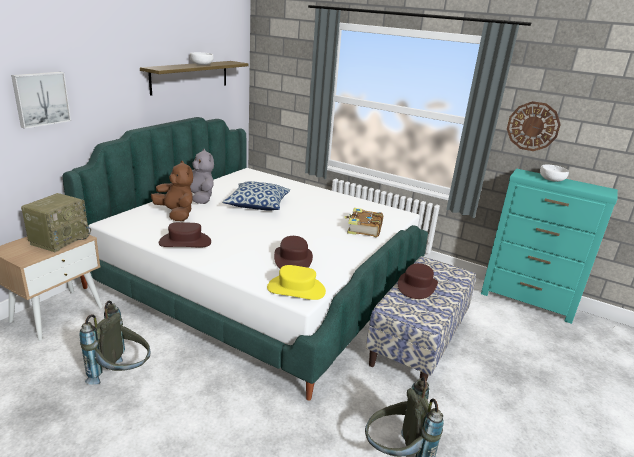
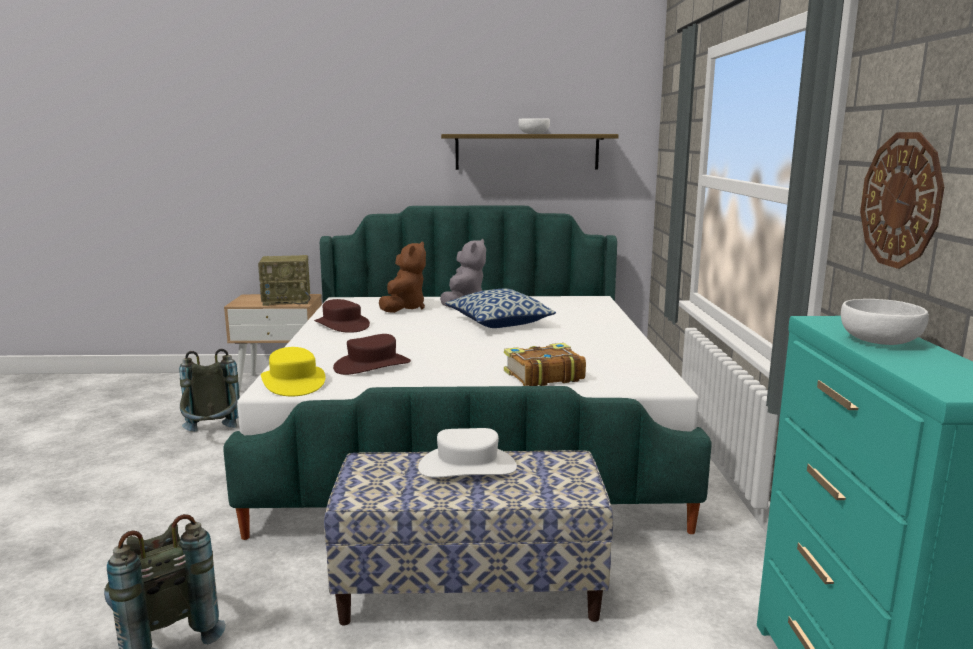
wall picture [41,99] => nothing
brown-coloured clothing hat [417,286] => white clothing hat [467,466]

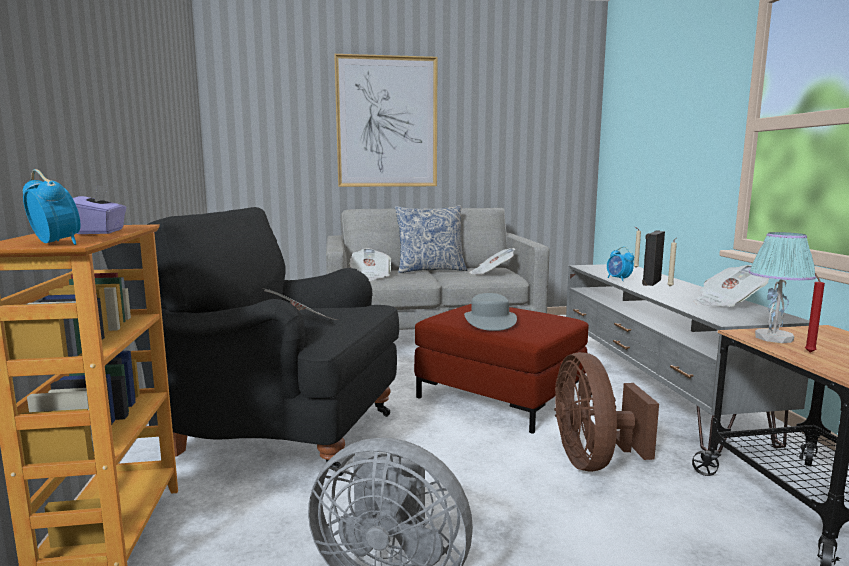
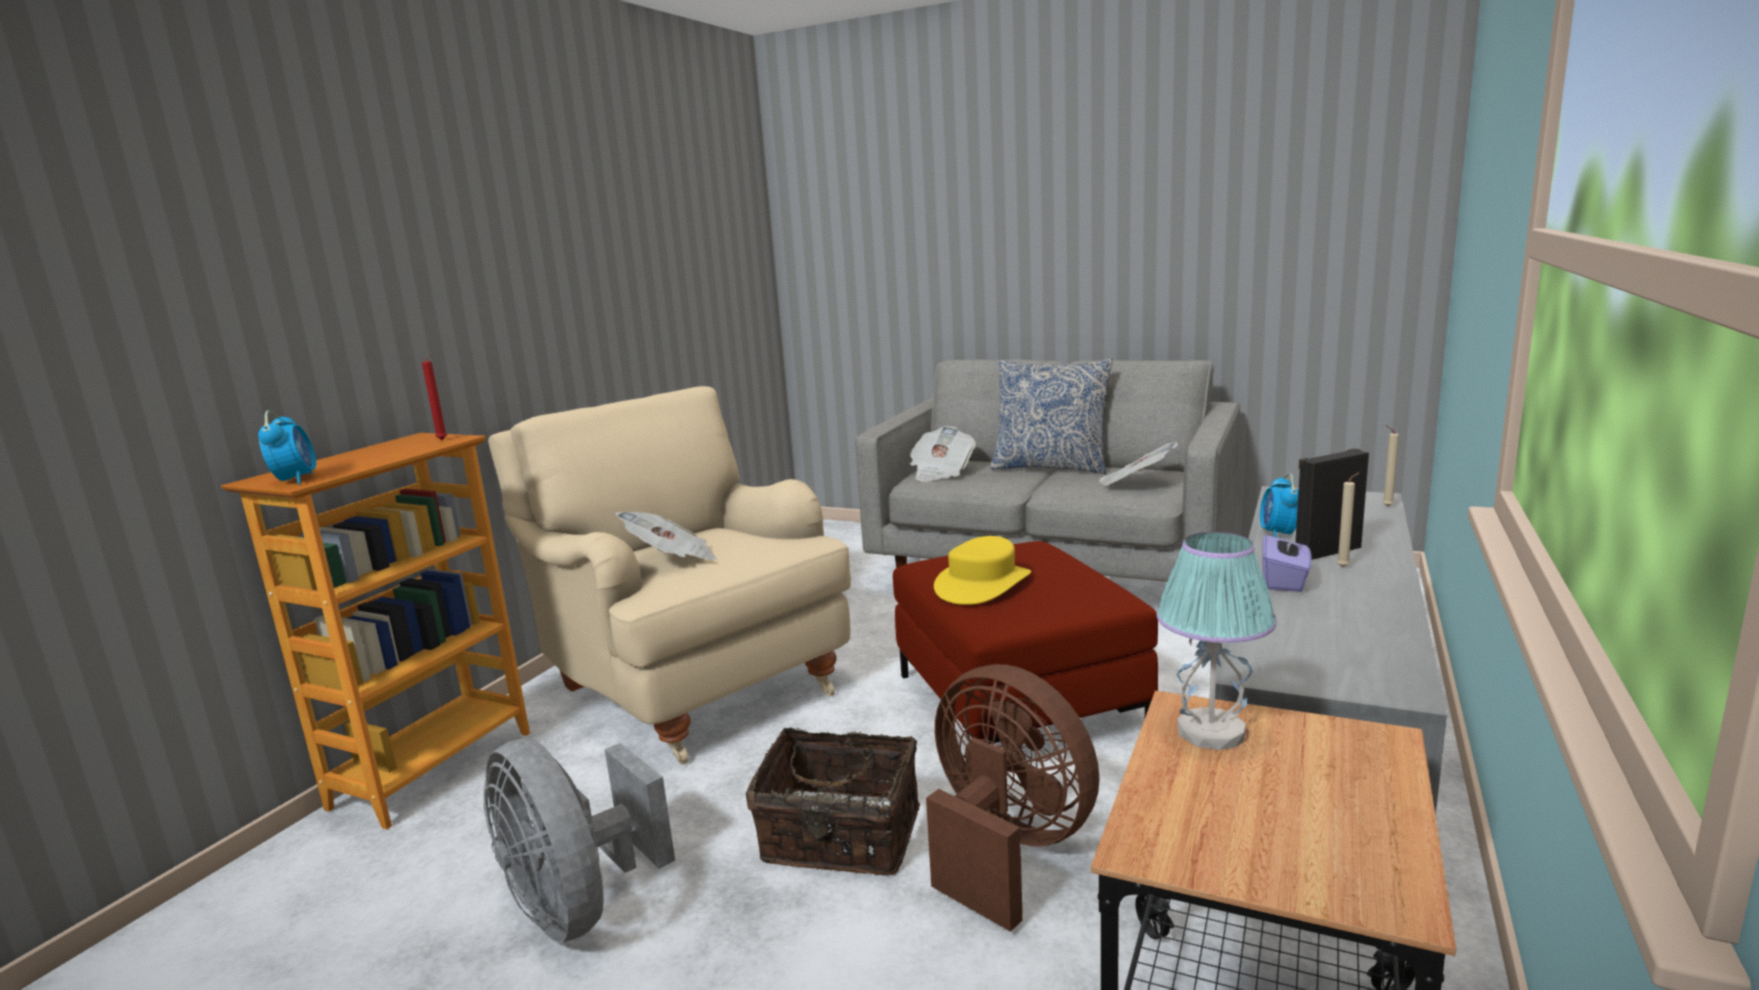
wall picture [387,122] => nothing
purple-coloured tissue box [101,232] => purple-coloured tissue box [1284,581], relocated
black easy chair [275,430] => beige easy chair [690,683]
daily paper [726,303] => nothing
red candle [809,352] => red candle [444,439], relocated
greyish clothing hat [489,321] => yellow-coloured clothing hat [982,584]
brown-coloured fan [593,461] => brown-coloured fan [1005,849], 105 degrees clockwise
nothing => storage basket [840,839]

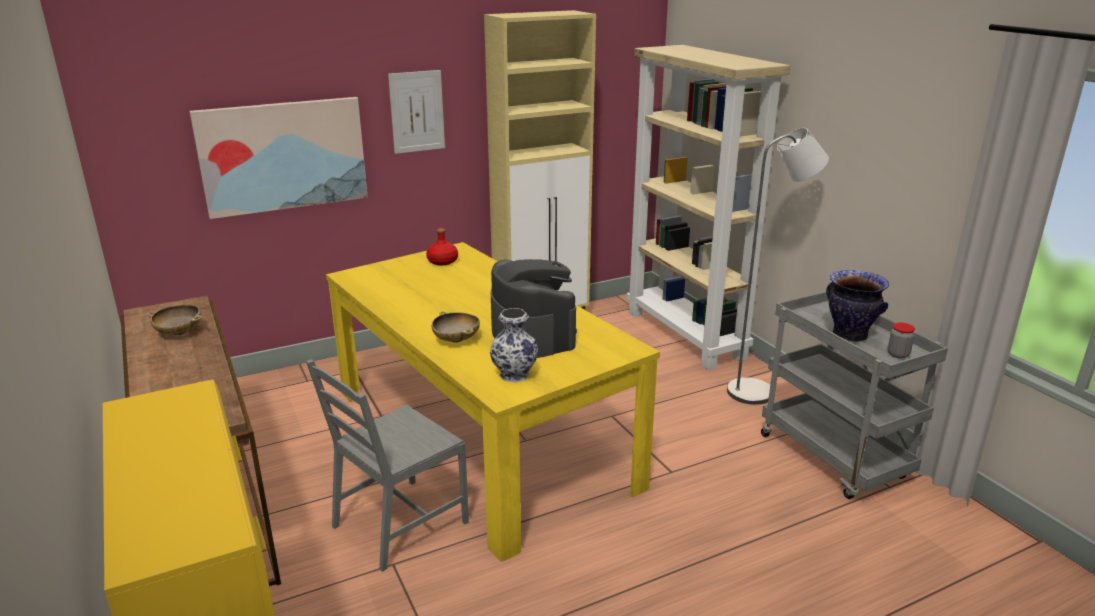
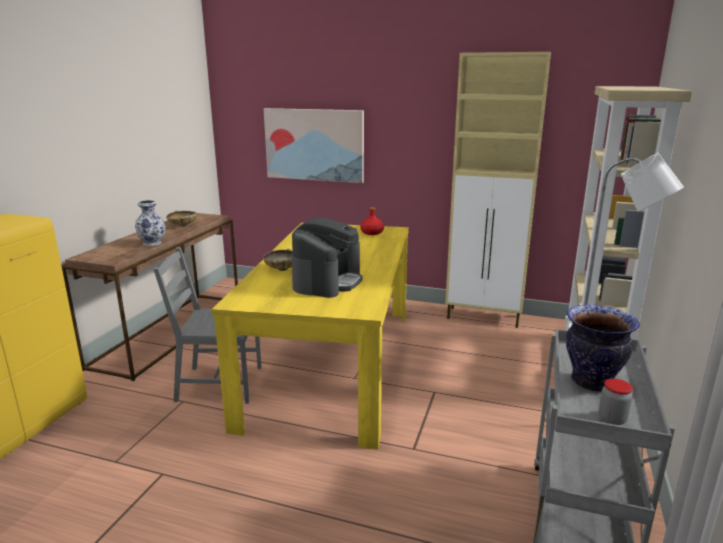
wall picture [417,111] => nothing
decorative vase [514,374] => decorative vase [153,243], relocated

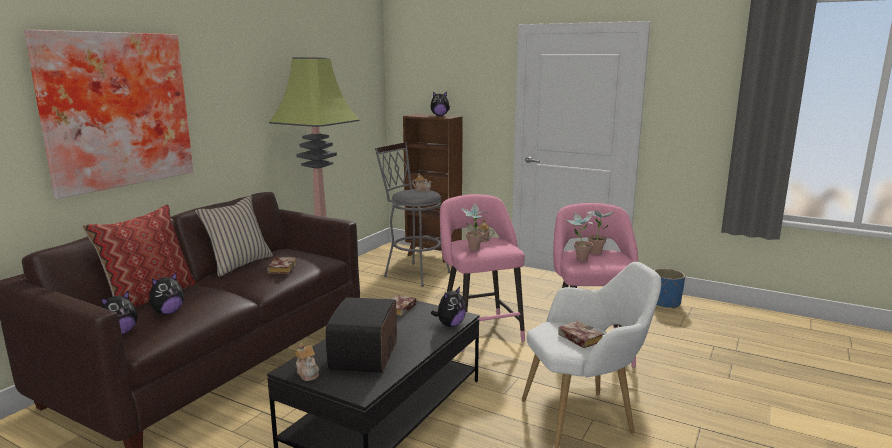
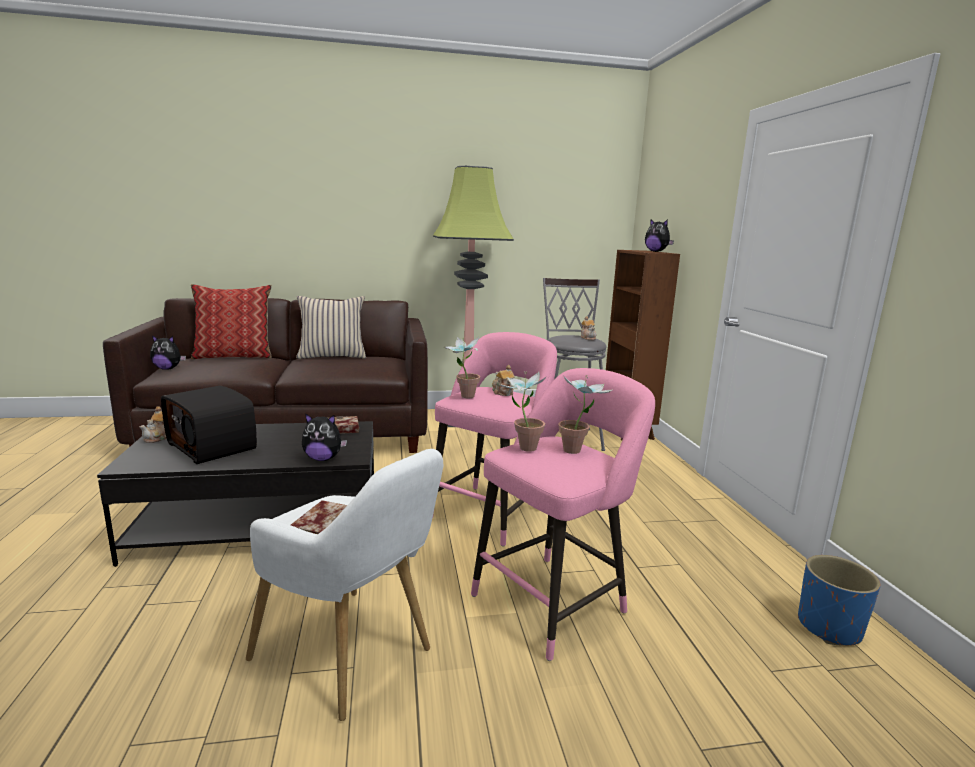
wall picture [115,110] => nothing
volume [281,268] => nothing
soft toy [168,312] => nothing
radio set [366,355] => radio set [214,446], 105 degrees counterclockwise

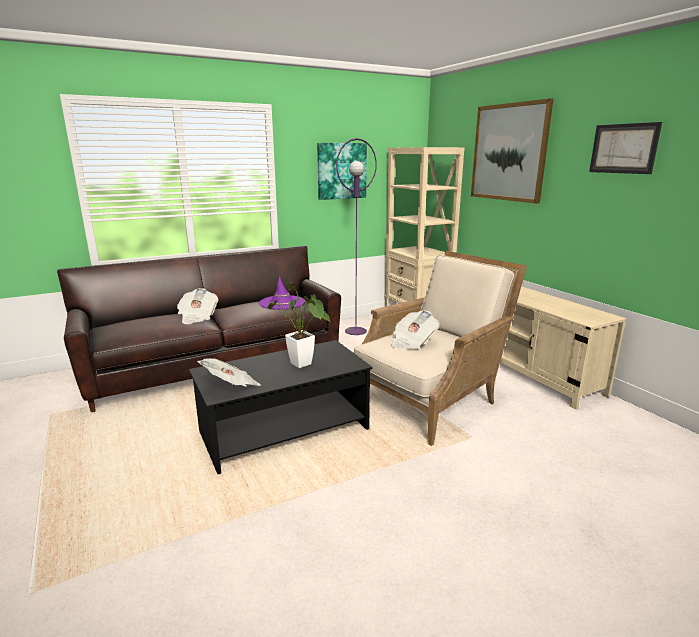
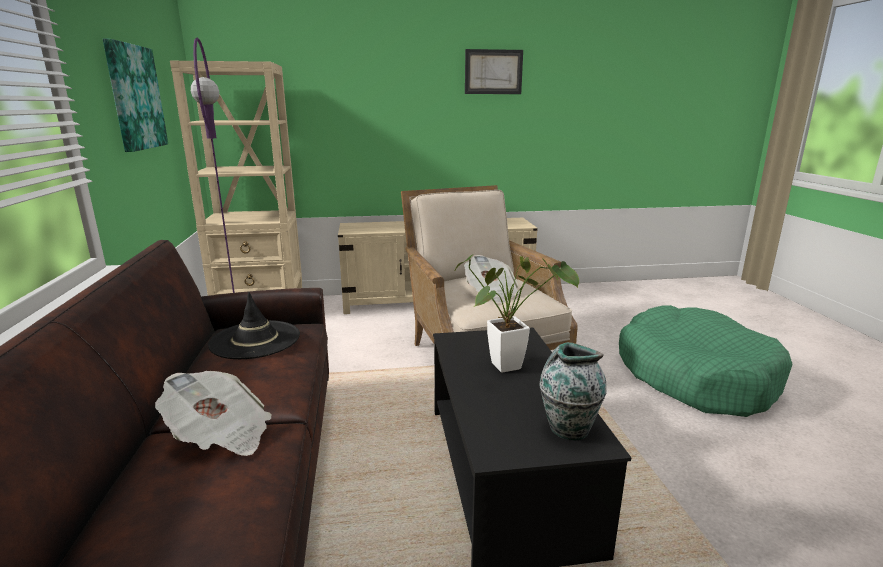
wall picture [509,152] => nothing
purple-coloured clothing hat [282,303] => black clothing hat [255,340]
daily paper [231,386] => decorative vase [567,428]
nothing => green dog bed [694,376]

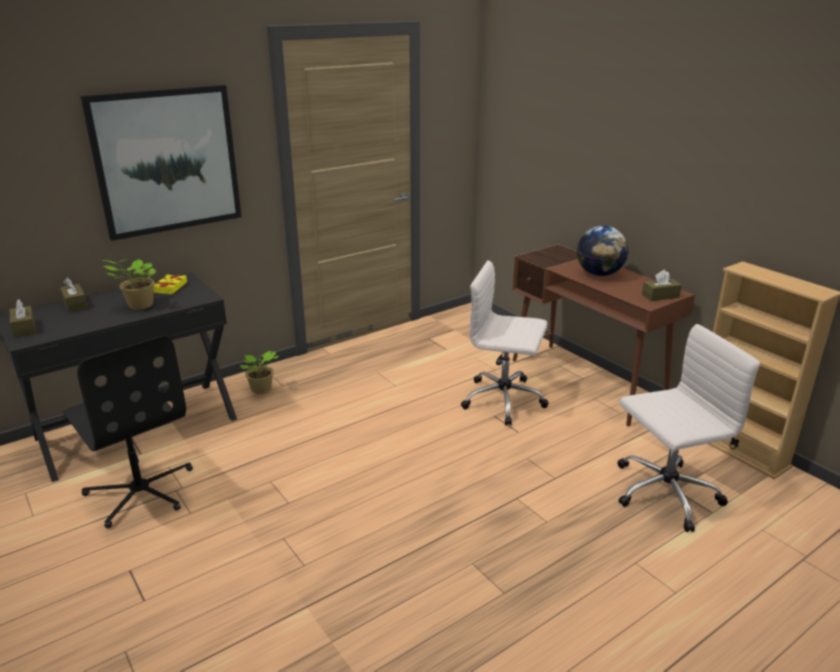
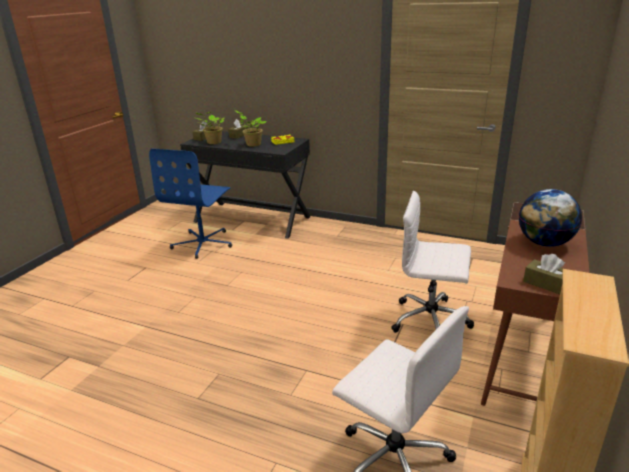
wall picture [167,161] => nothing
white desk chair [505,400] => white desk chair [431,321], 60 degrees counterclockwise
black desk chair [141,491] => blue-coloured desk chair [203,243]
potted plant [261,390] => potted plant [213,142], relocated

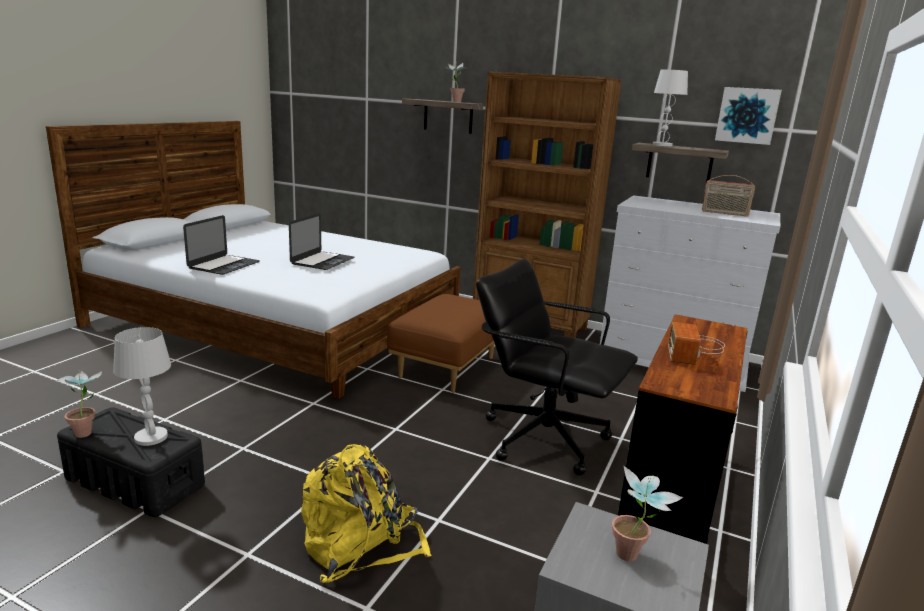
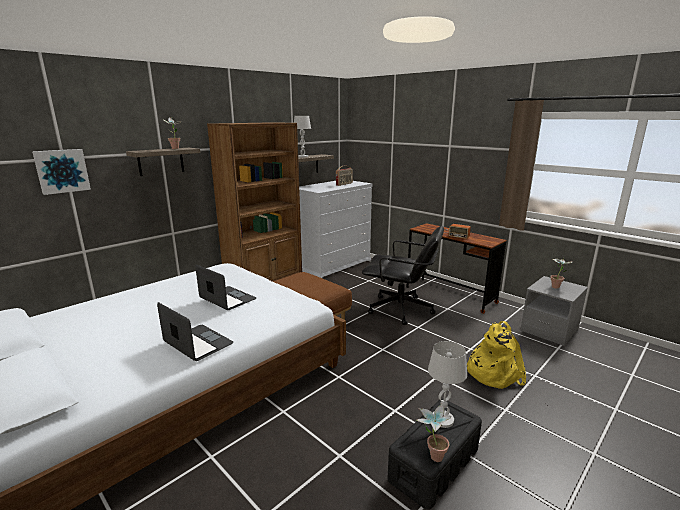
wall picture [747,115] => wall picture [62,171], relocated
black desk chair [544,437] => black desk chair [401,310], 120 degrees counterclockwise

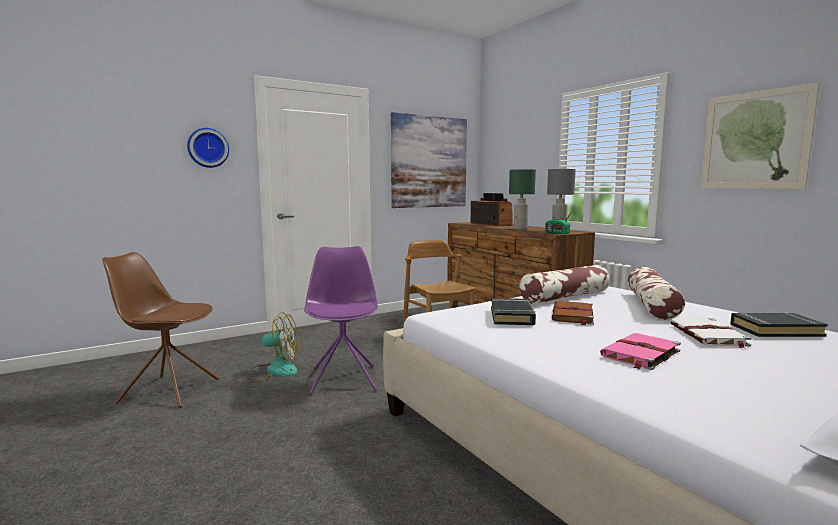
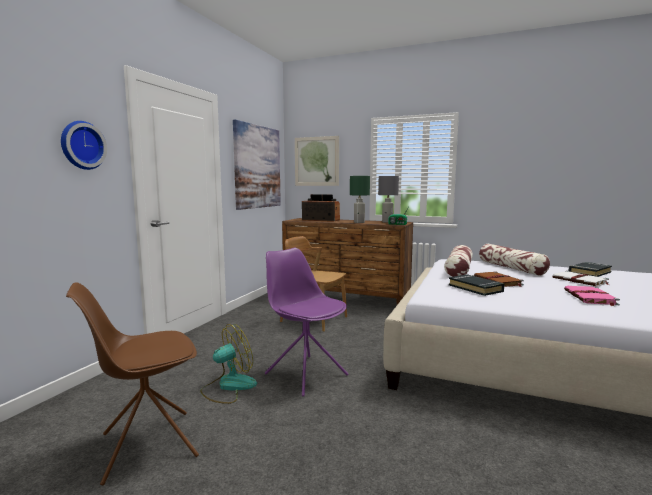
wall picture [754,140] => wall picture [316,161], relocated

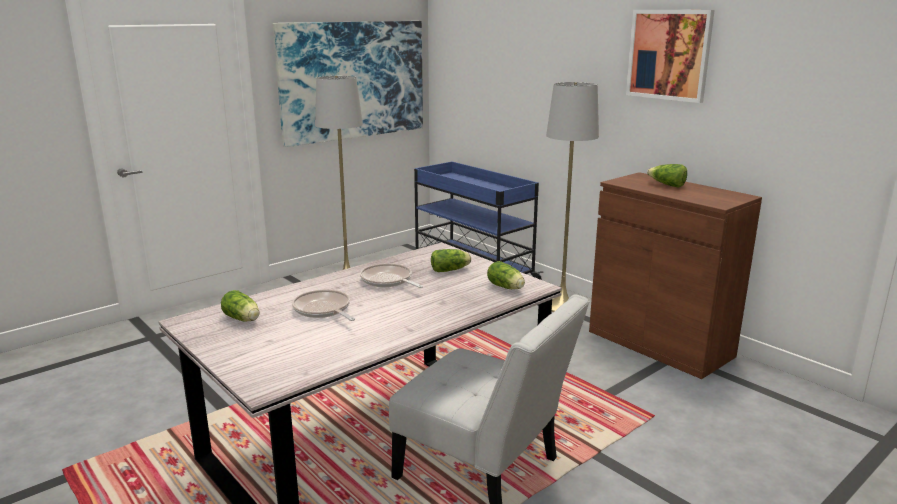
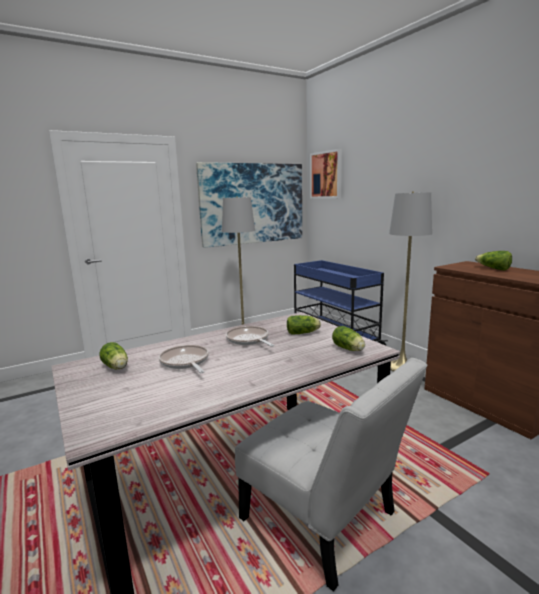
wall picture [669,55] => wall picture [326,175], relocated

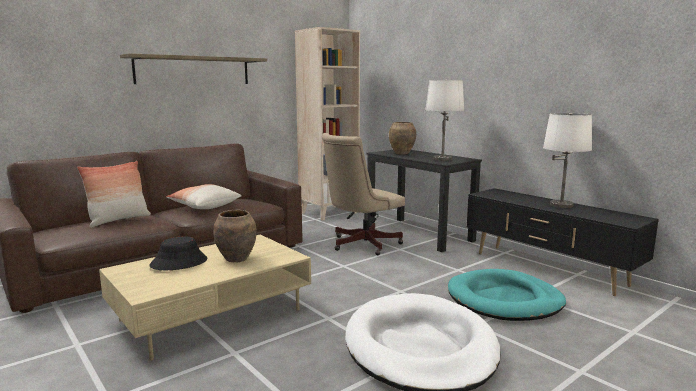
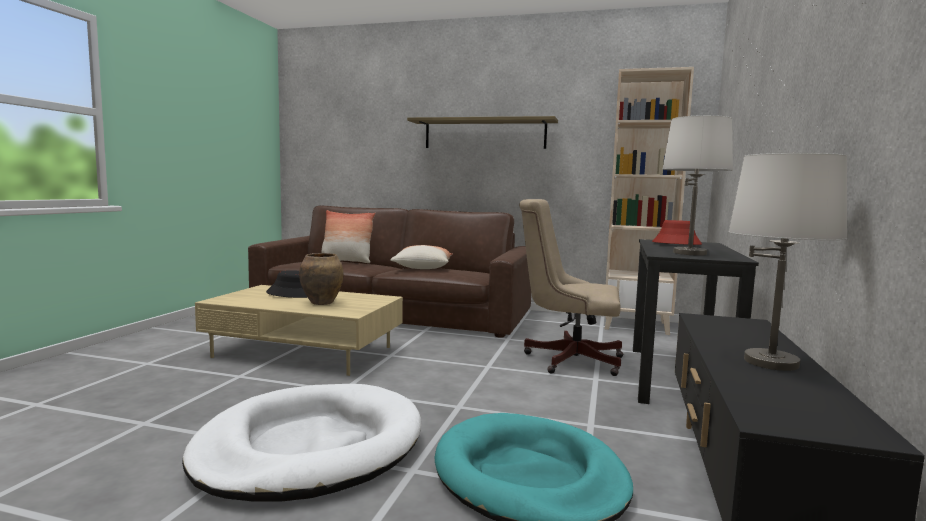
brown-coloured decorative vase [401,153] => red clothing hat [676,244]

